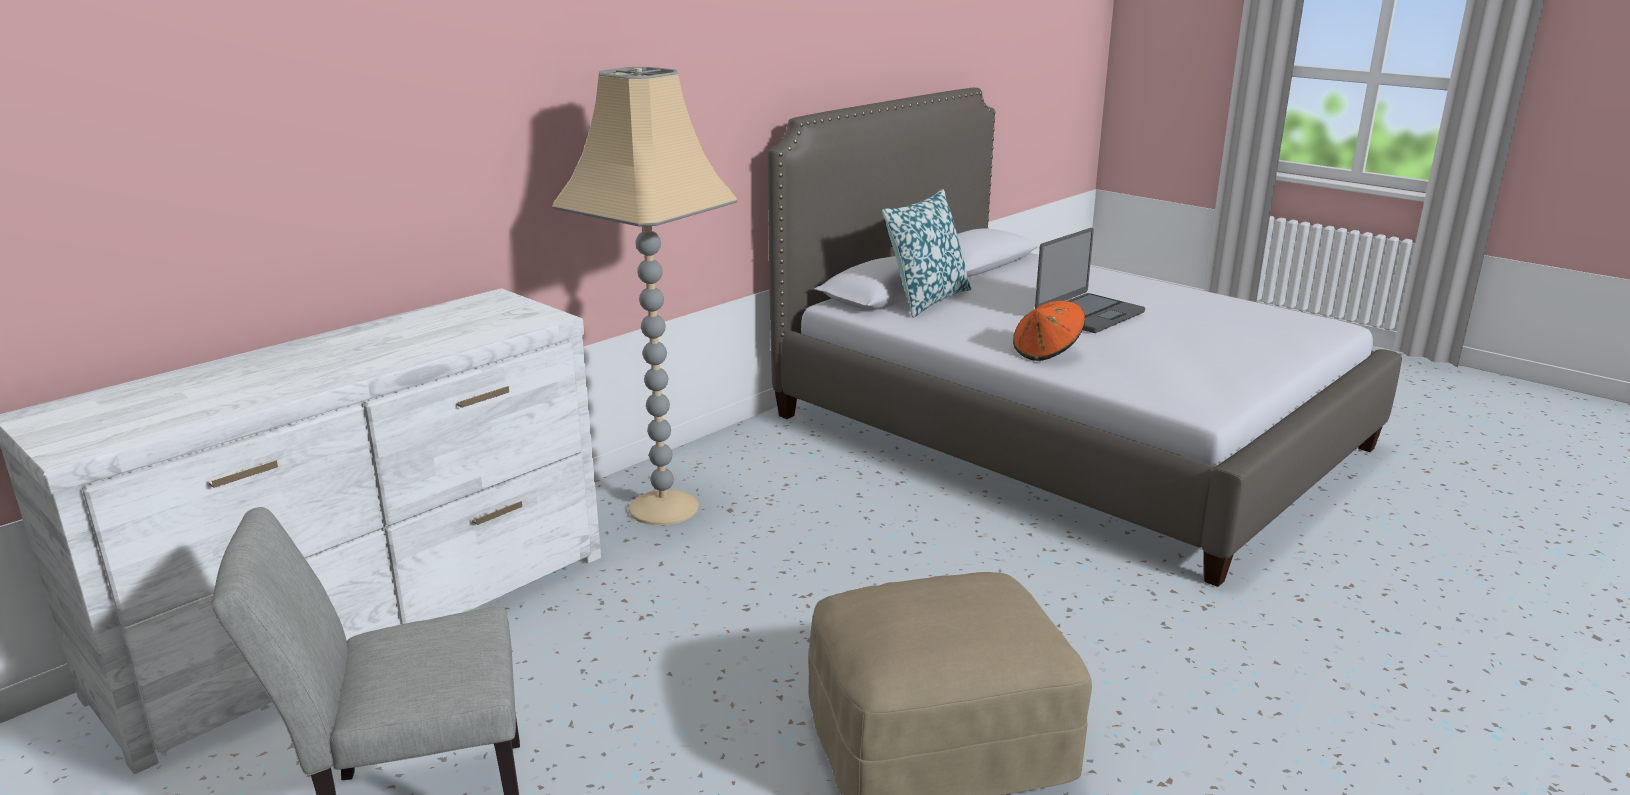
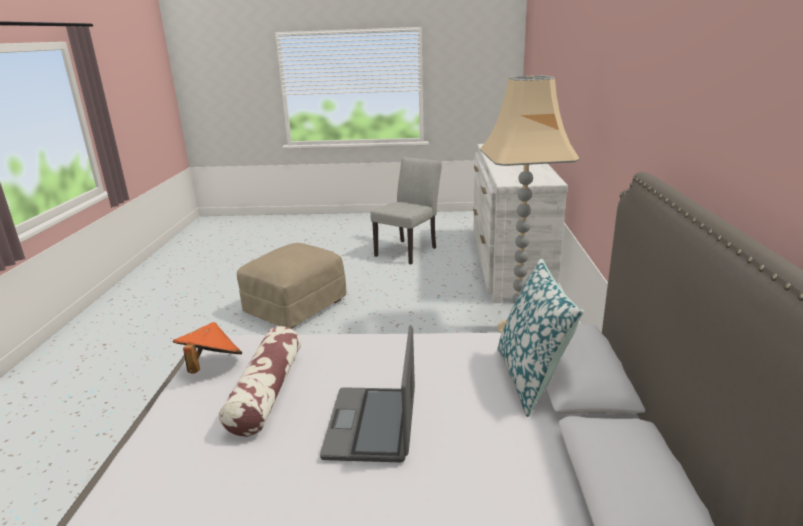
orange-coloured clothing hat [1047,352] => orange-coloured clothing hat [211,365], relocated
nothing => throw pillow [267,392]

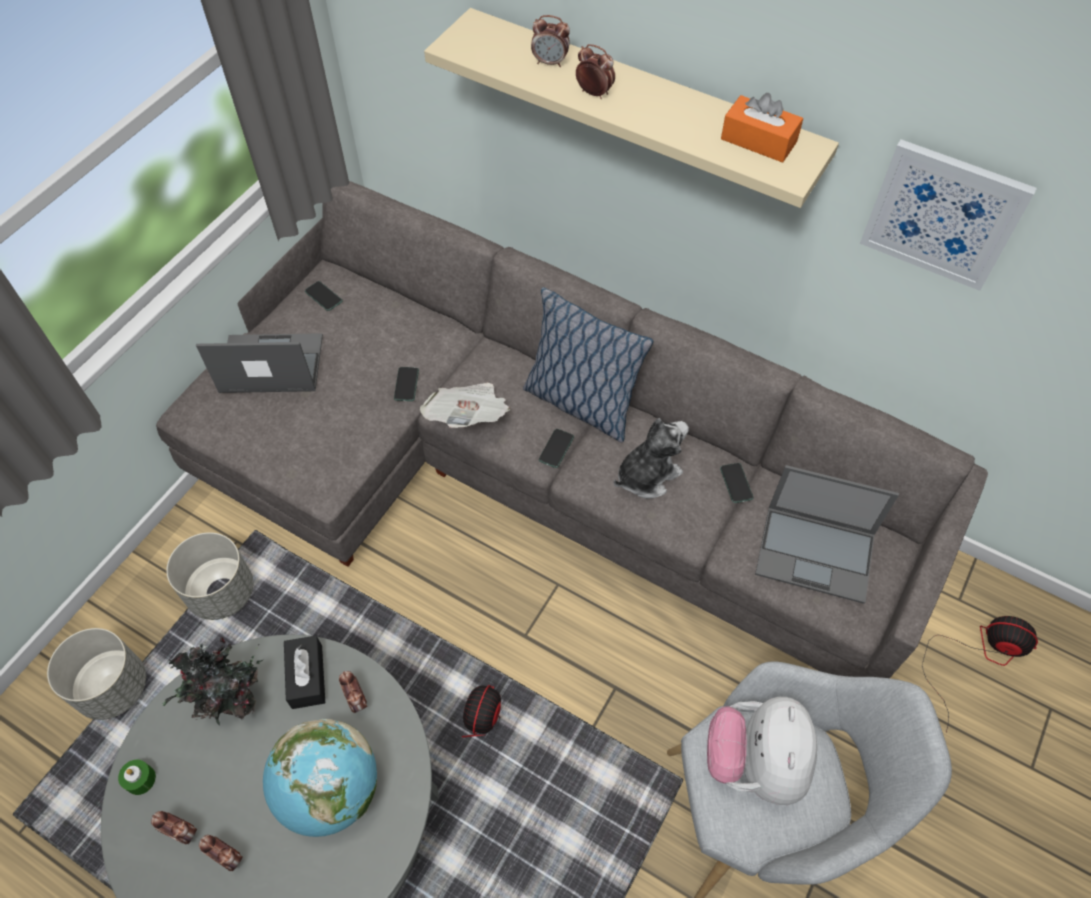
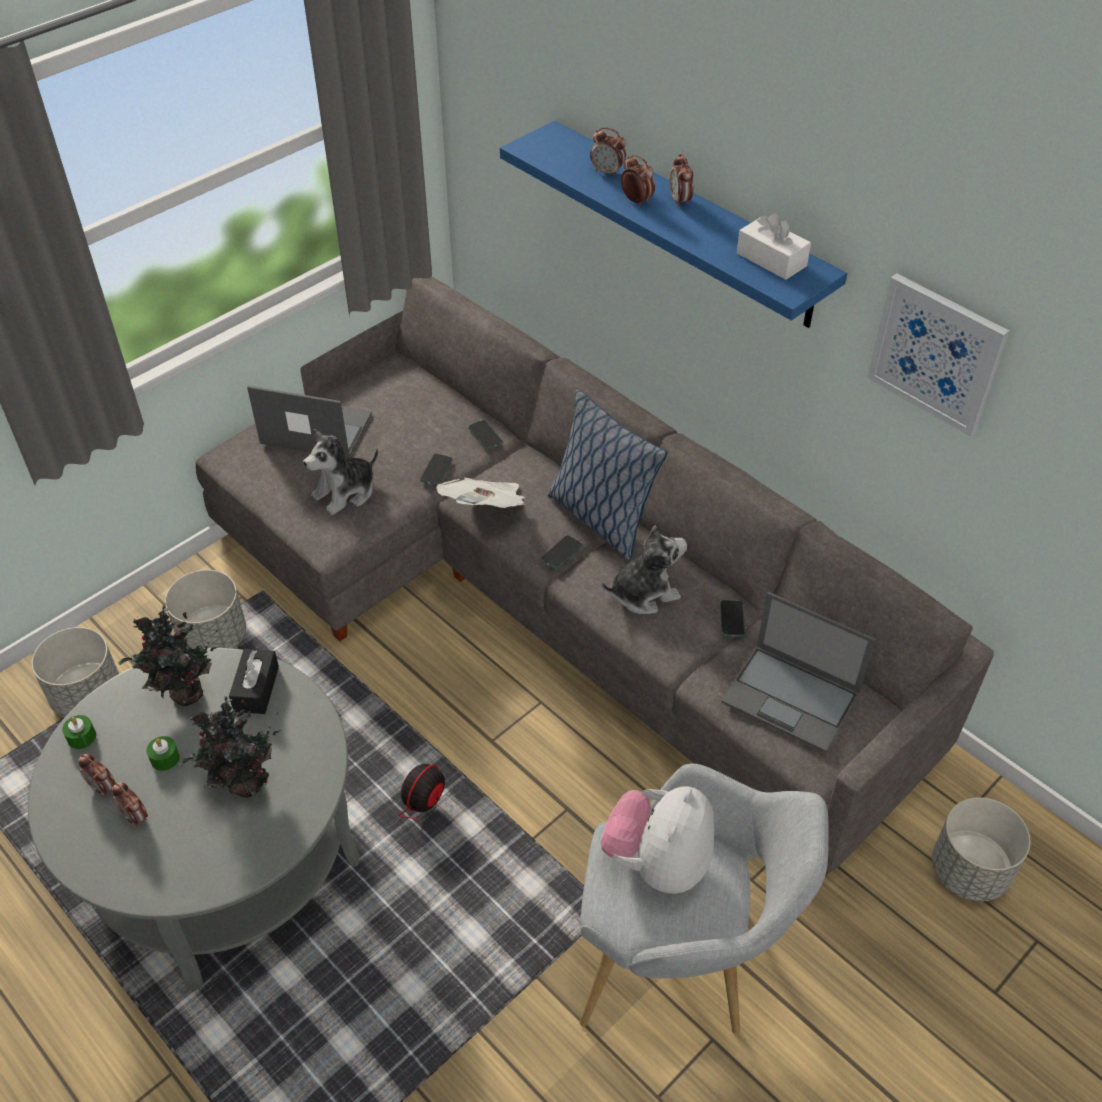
beige shelf [640,105] => blue-coloured shelf [687,224]
orange-coloured tissue box [758,140] => white tissue box [771,259]
handset [323,296] => handset [485,435], relocated
fan [977,657] => greyish plant pot [969,871]
table clock [357,700] => table clock [680,201], relocated
world globe [331,791] => potted plant [244,786]
nothing => soft toy [346,492]
nothing => green candle [165,758]

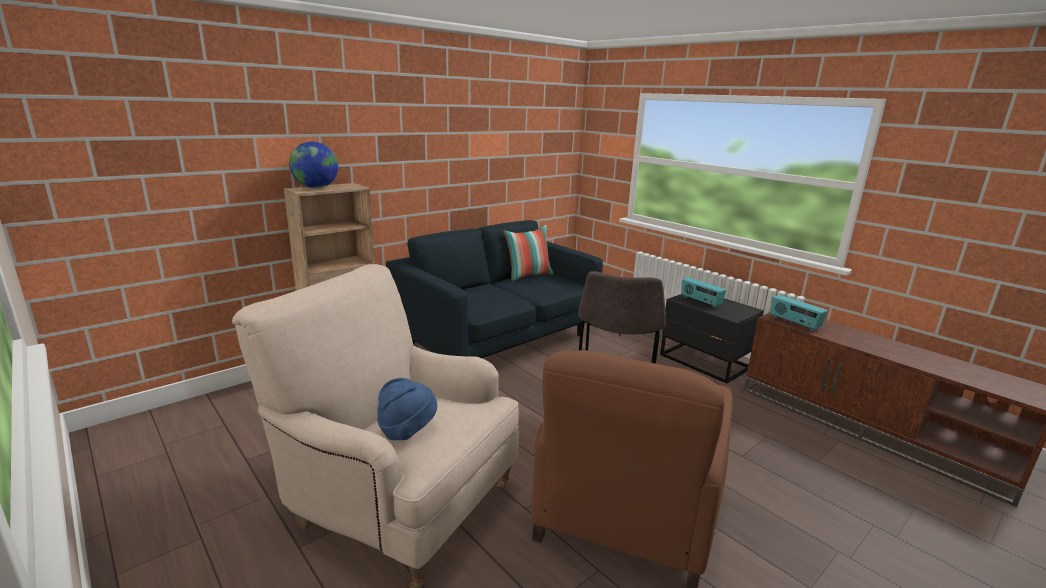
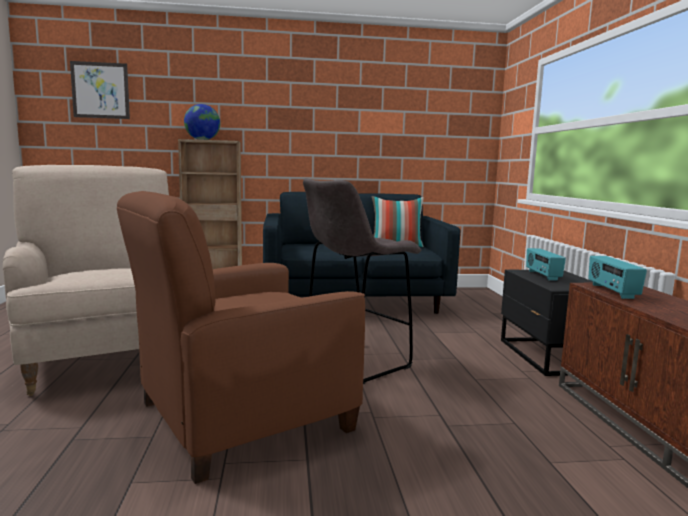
blue-coloured clothing hat [407,430] => nothing
nothing => wall picture [100,90]

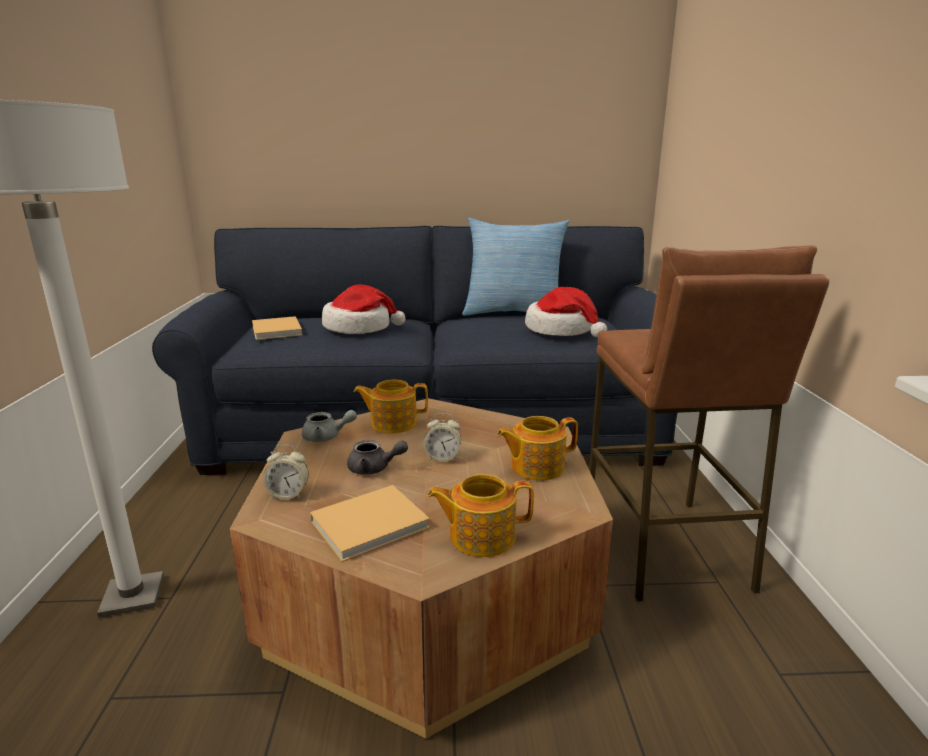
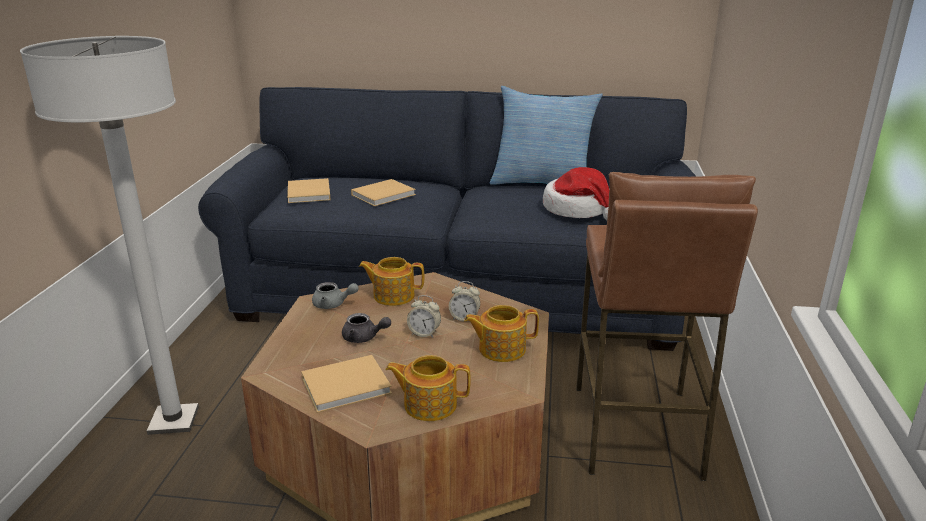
clothing hat [359,328] => beige volume [385,194]
table clock [288,495] => table clock [464,318], relocated

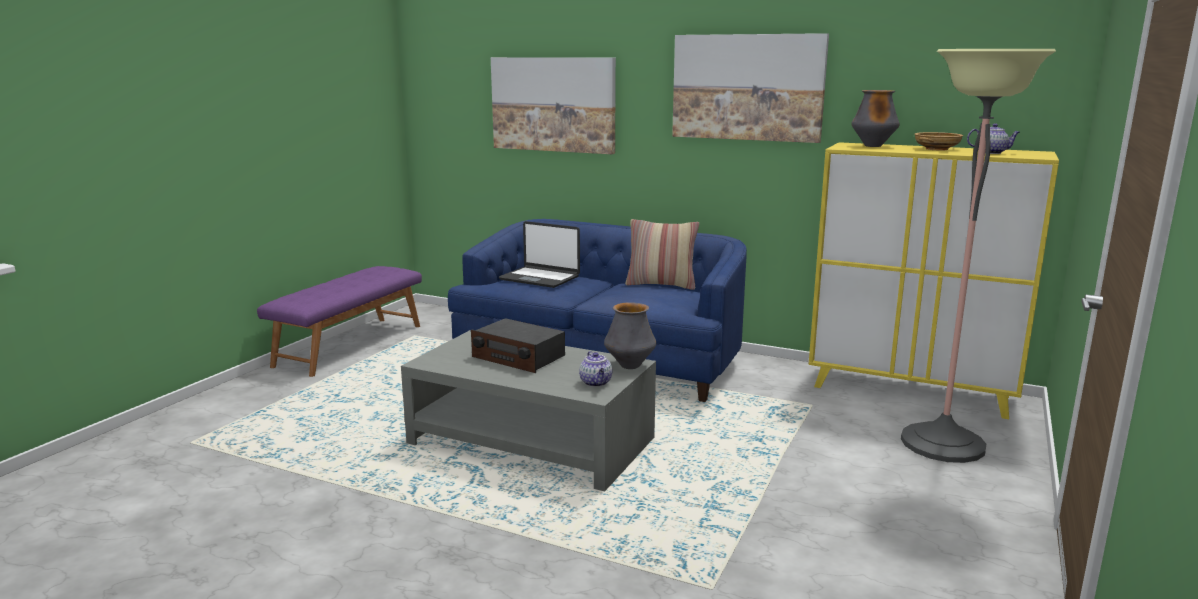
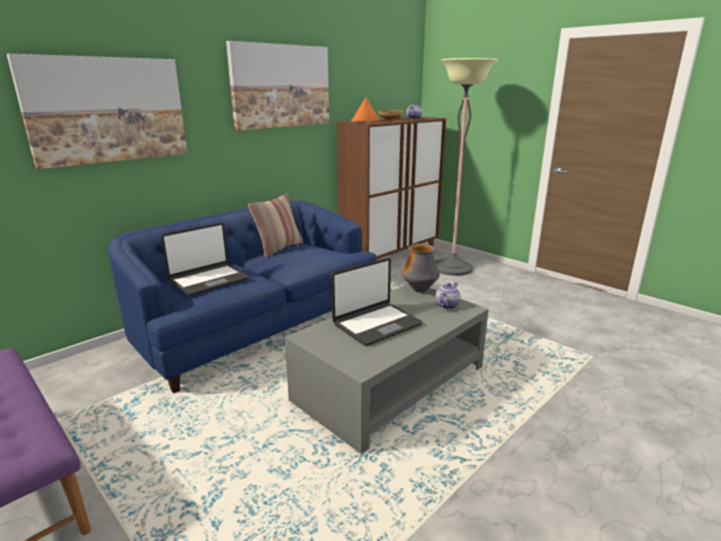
decorative vase [873,146] => orange-coloured clothing hat [365,121]
yellow-coloured storage cabinet [910,391] => brown-coloured storage cabinet [391,257]
radio set [518,357] => portable computer [376,324]
pot for tea [596,383] => pot for tea [447,305], 60 degrees counterclockwise

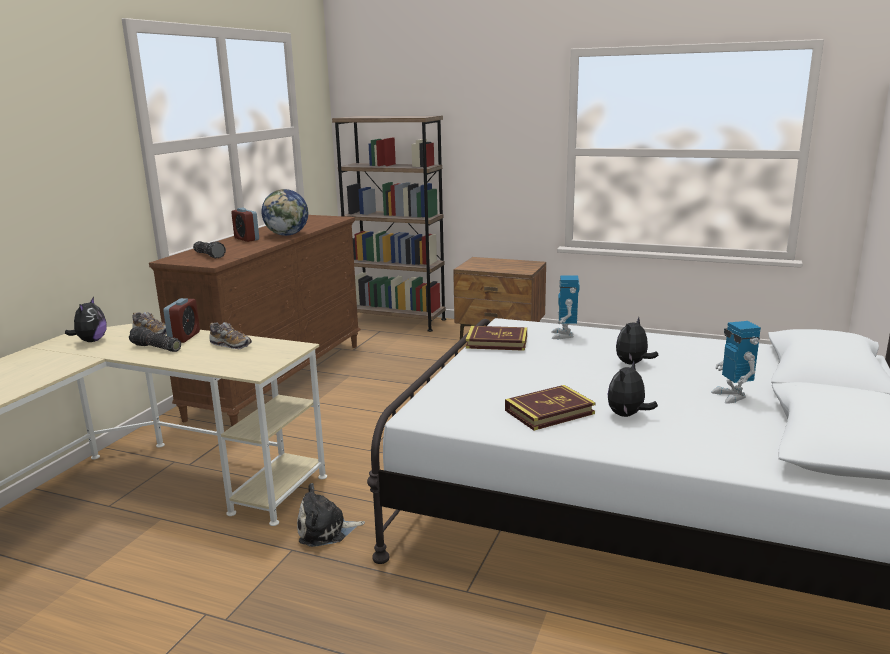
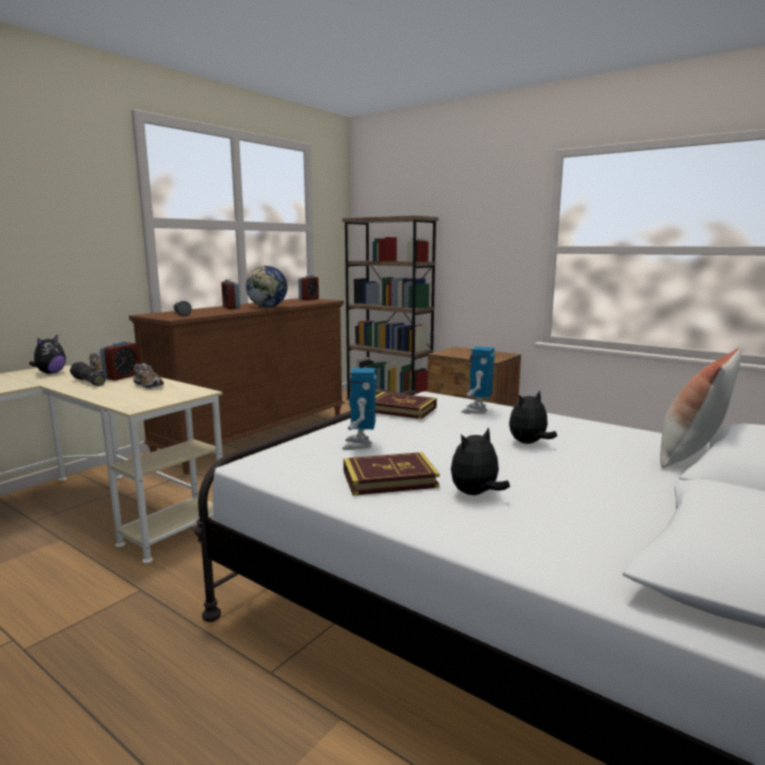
toy robot [732,396] => toy robot [359,445], relocated
soft toy [326,530] => nothing
nothing => table clock [309,299]
nothing => throw pillow [690,456]

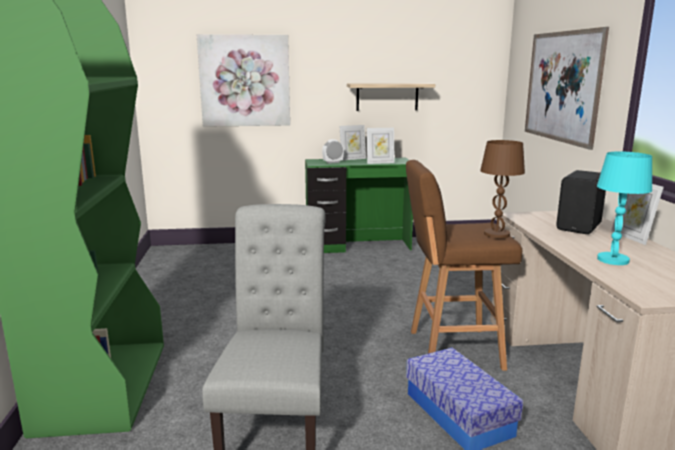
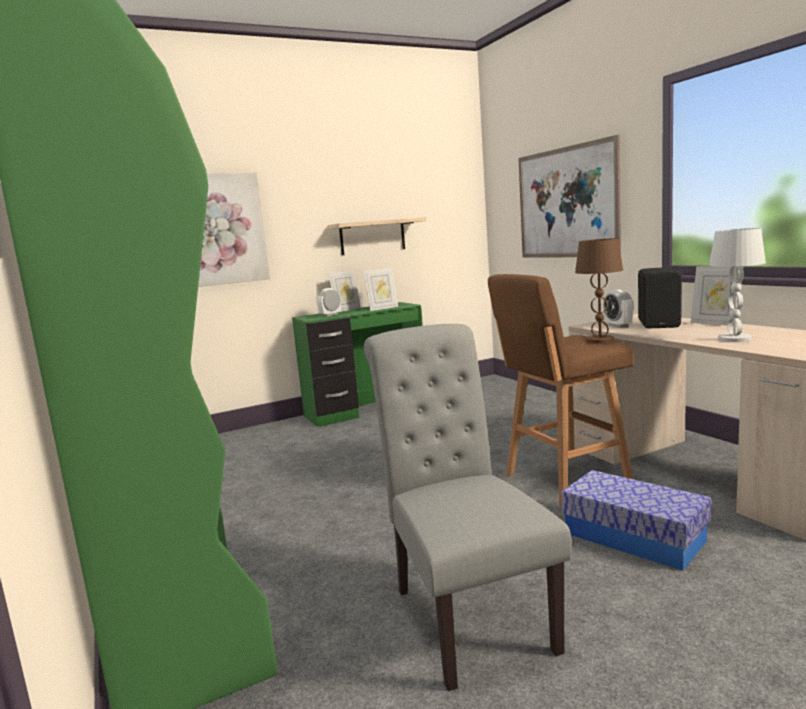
blue-green tabletop lamp [613,260] => white tabletop lamp [734,339]
nothing => table clock [618,326]

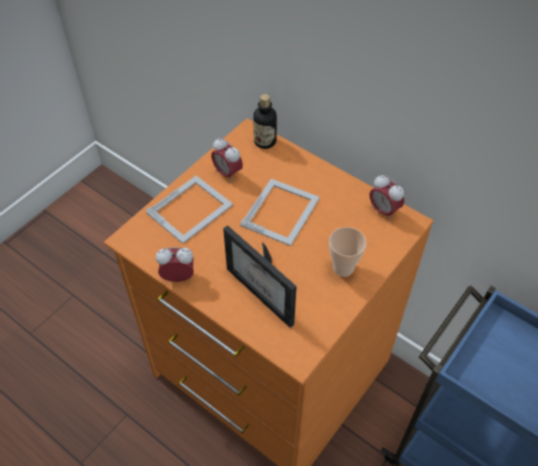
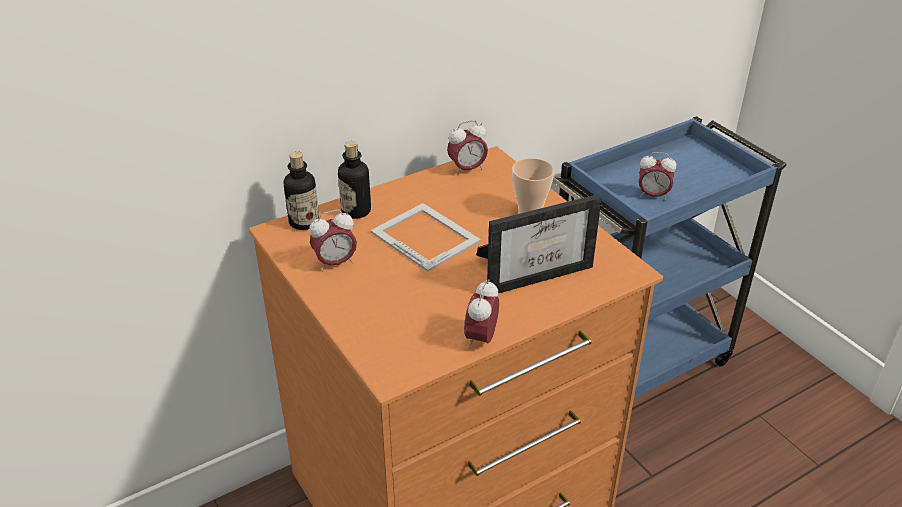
picture frame [191,208] => nothing
nothing => drink bottle [356,211]
nothing => table clock [653,195]

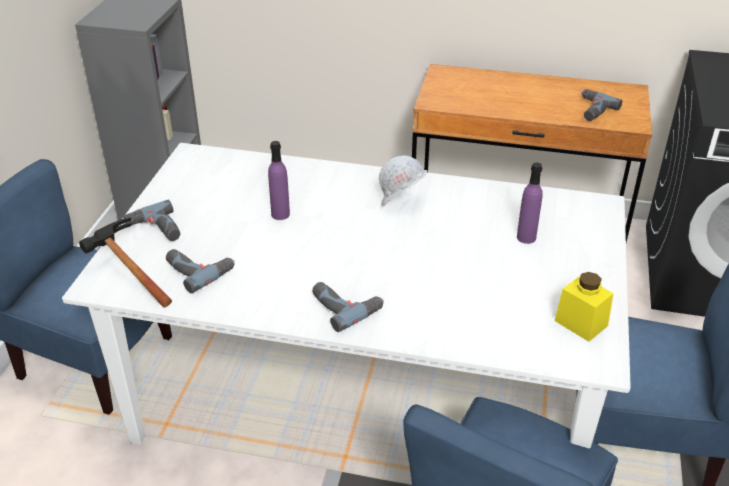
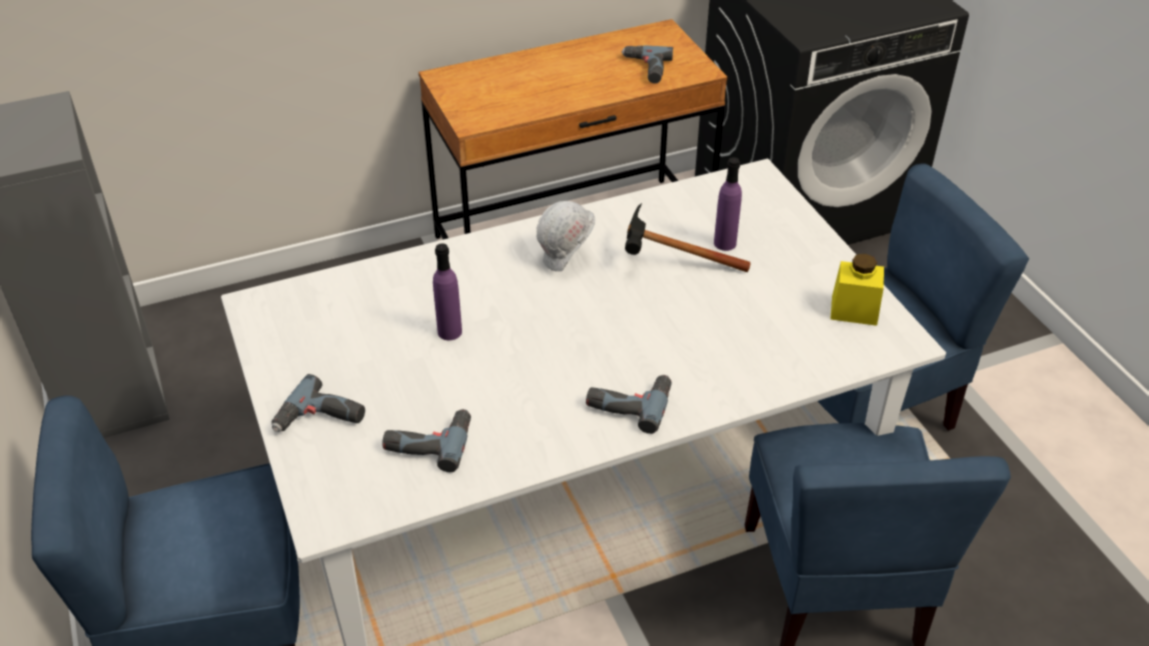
hand hammer [126,274] => hand hammer [669,262], relocated

